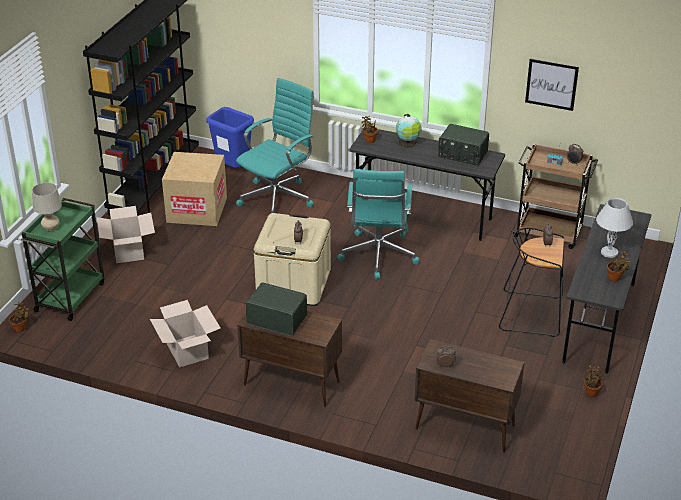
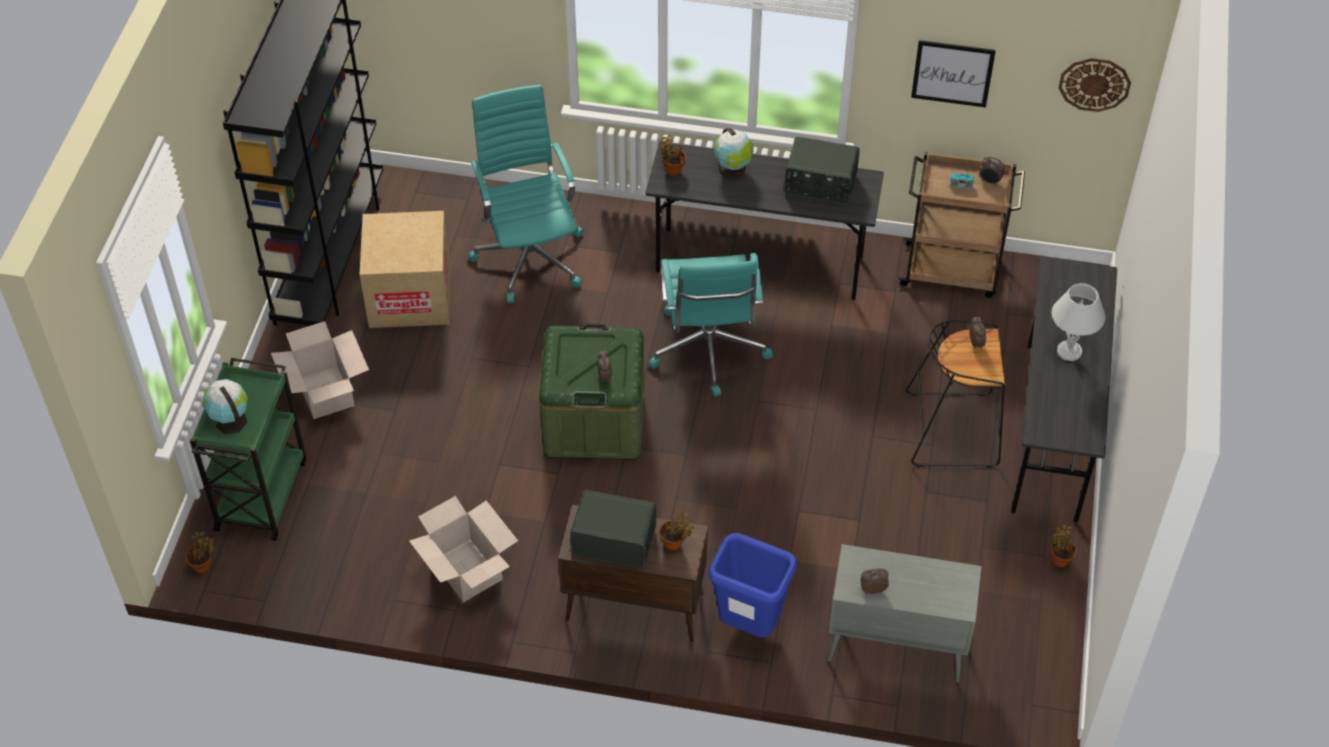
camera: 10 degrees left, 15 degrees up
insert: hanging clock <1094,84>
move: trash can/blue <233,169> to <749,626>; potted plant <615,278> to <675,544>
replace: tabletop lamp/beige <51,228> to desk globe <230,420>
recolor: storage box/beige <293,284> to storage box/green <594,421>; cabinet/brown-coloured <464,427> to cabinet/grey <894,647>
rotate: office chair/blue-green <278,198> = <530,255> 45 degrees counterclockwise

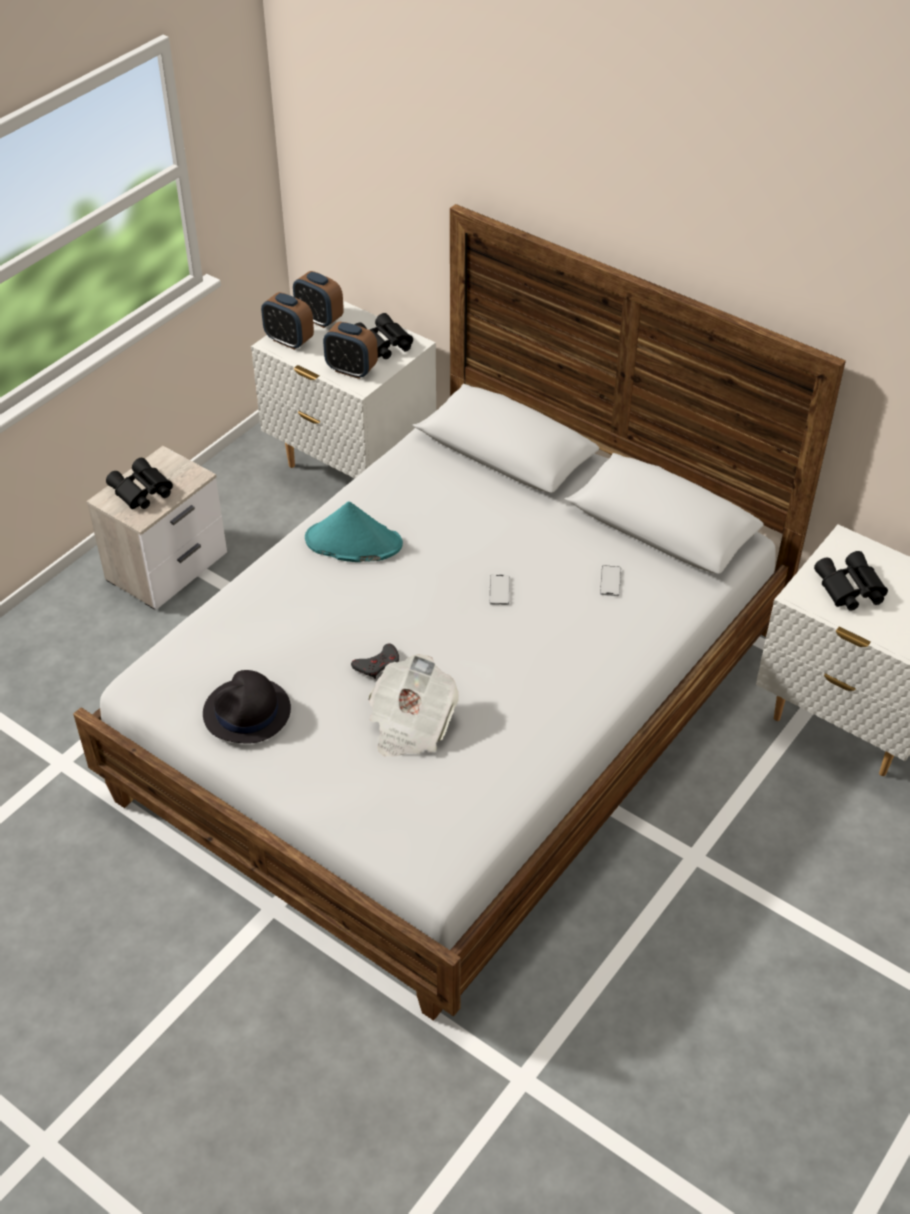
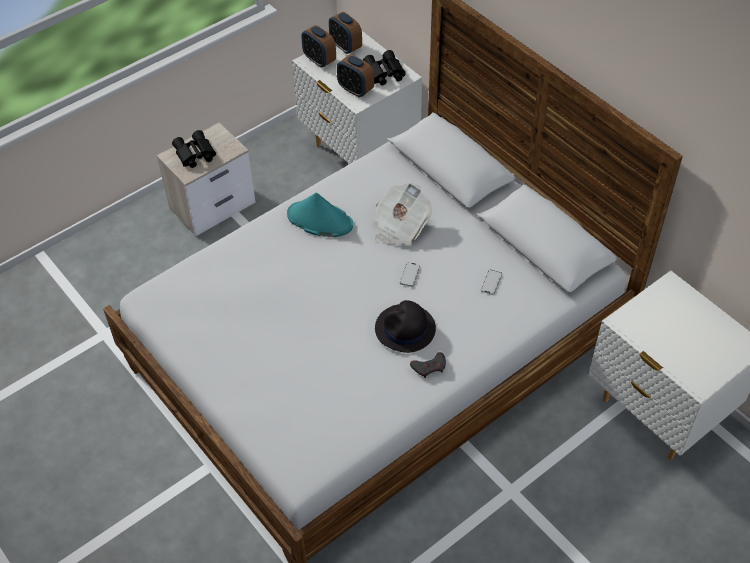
camera: 15 degrees right, 5 degrees up
delete: binoculars/black-coloured <849,589>
move: wearable hat/black-coloured <247,712> to <405,329>; gamepad/grey <378,664> to <429,367>; printed paper <410,724> to <399,227>

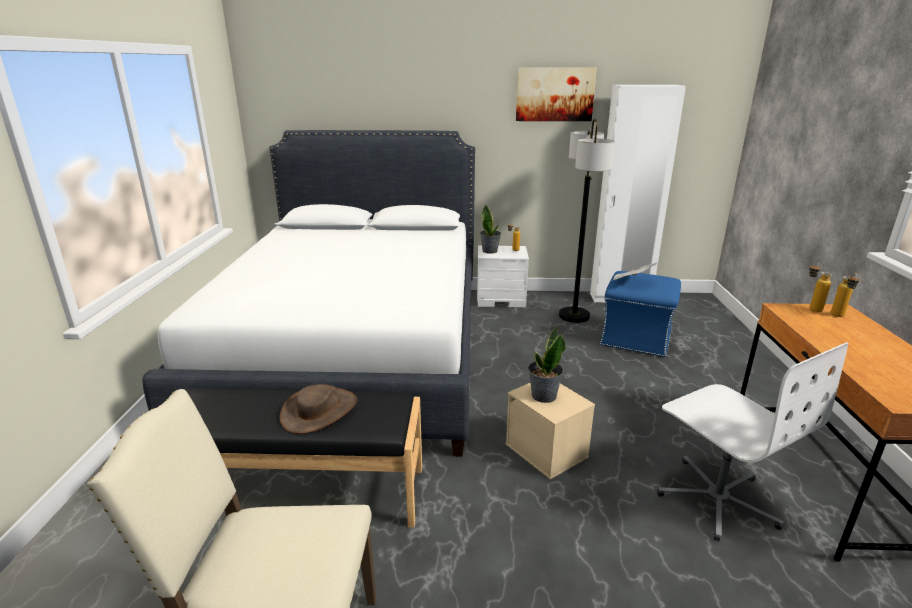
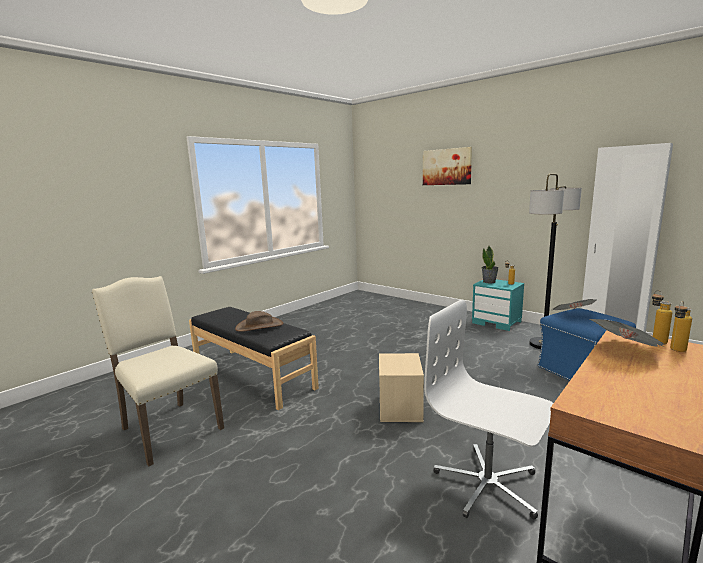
camera: 40 degrees right, 10 degrees down
delete: sleeping bed/white-coloured <356,351>; potted plant <543,396>
insert: printed paper <626,350>
move: wall picture <554,94> to <447,167>
recolor: bedside table/white-coloured <501,298> to bedside table/blue-green <497,322>
rotate: office chair/white-coloured <717,498> = <487,485> 120 degrees clockwise

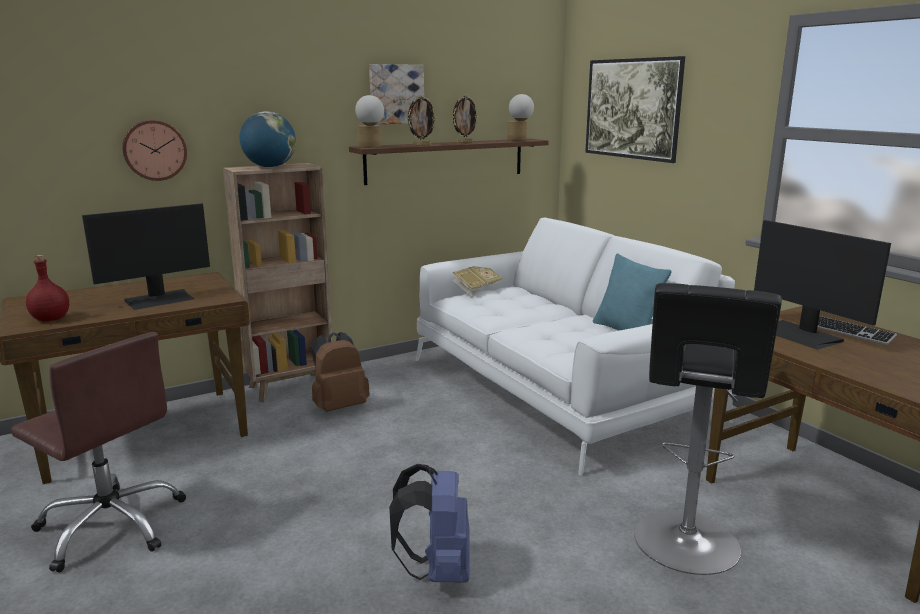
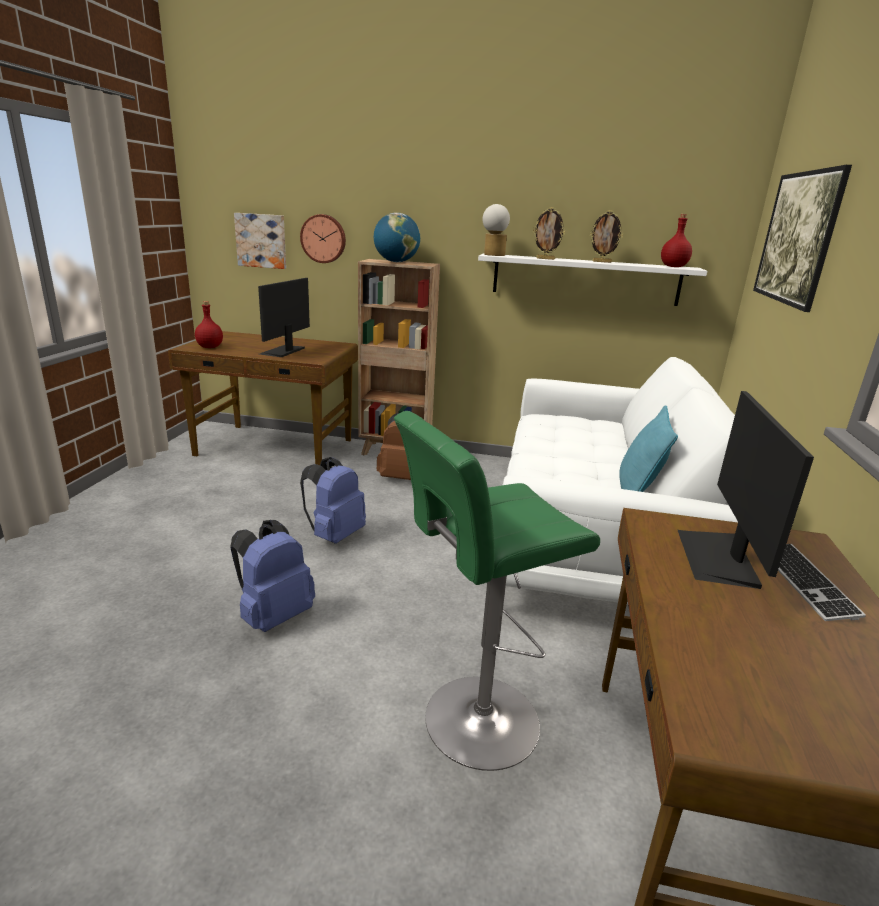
camera: 40 degrees right, 5 degrees up
delete: office chair/brown-coloured <112,525>; bound book <476,289>
insert: knapsack/blue <334,535>
move: wall picture <396,94> to <261,240>
replace: tabletop lamp <519,140> to bottle/red <673,266>
recolor: bracket shelf/brown-coloured <446,160> to bracket shelf/white-coloured <585,279>; sitting stool/black-coloured <686,546> to sitting stool/green <474,723>
rotate: monitor <160,299> = <282,351> 105 degrees clockwise

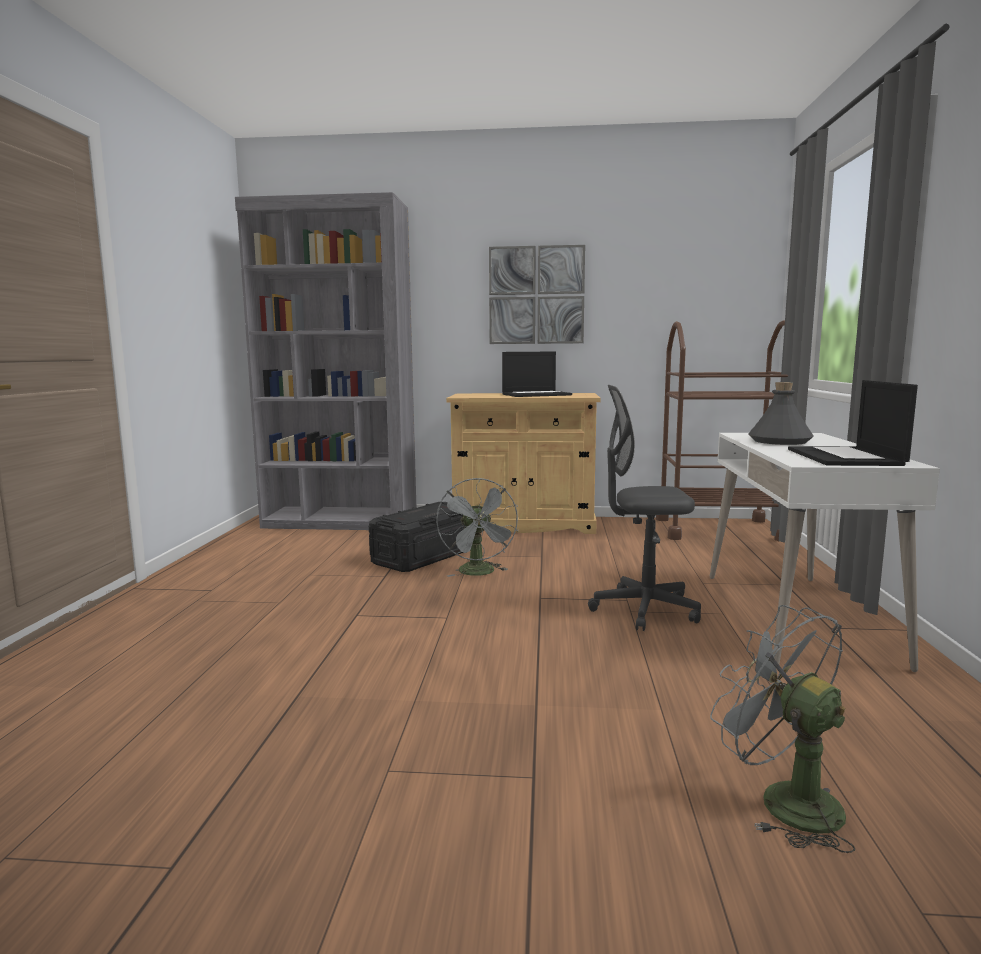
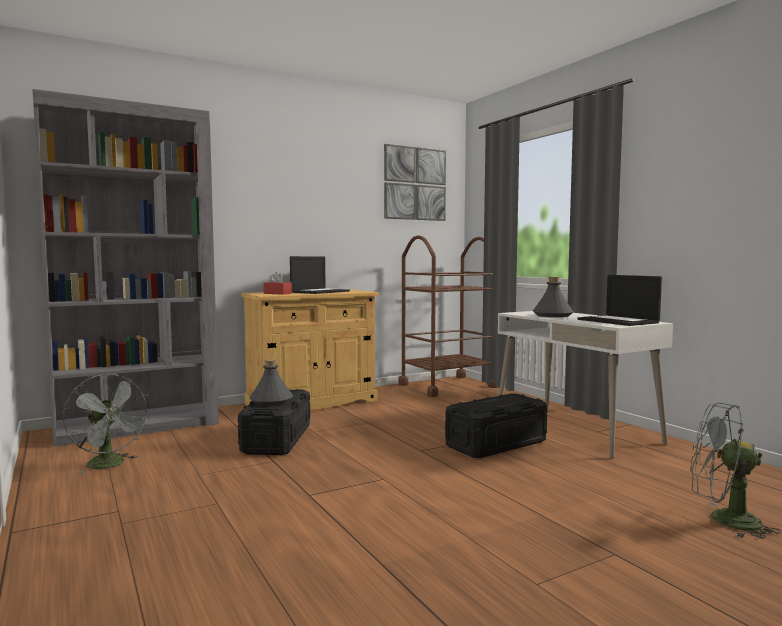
camera: 35 degrees left, 5 degrees down
insert: bottle/grey <271,401>; tissue holder/red <277,293>
move: electric fan/grey <479,573> to <110,465>; wall picture <536,295> to <414,183>
replace: office chair/grey <644,610> to storage box/black-coloured <496,443>

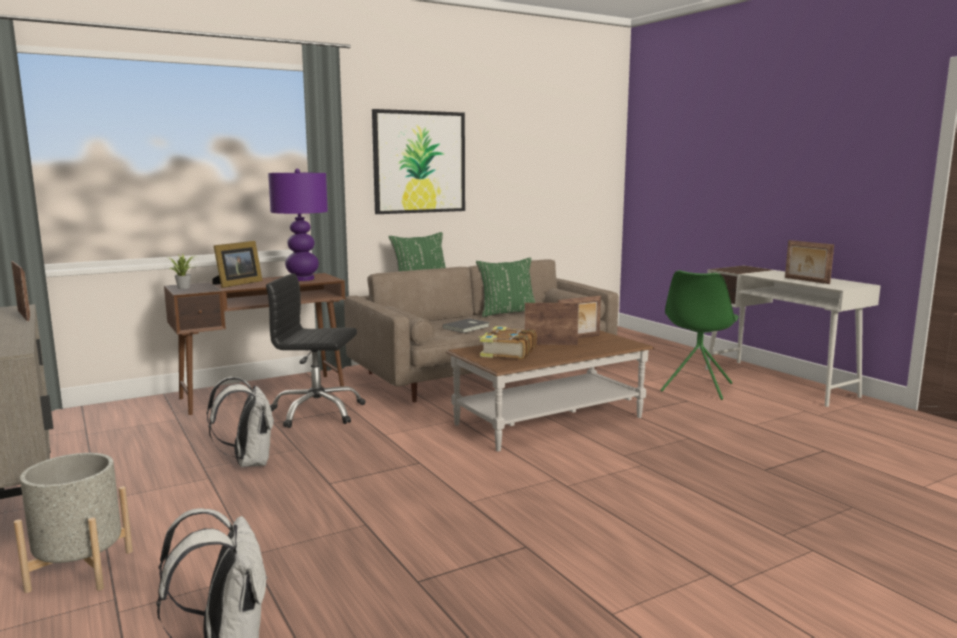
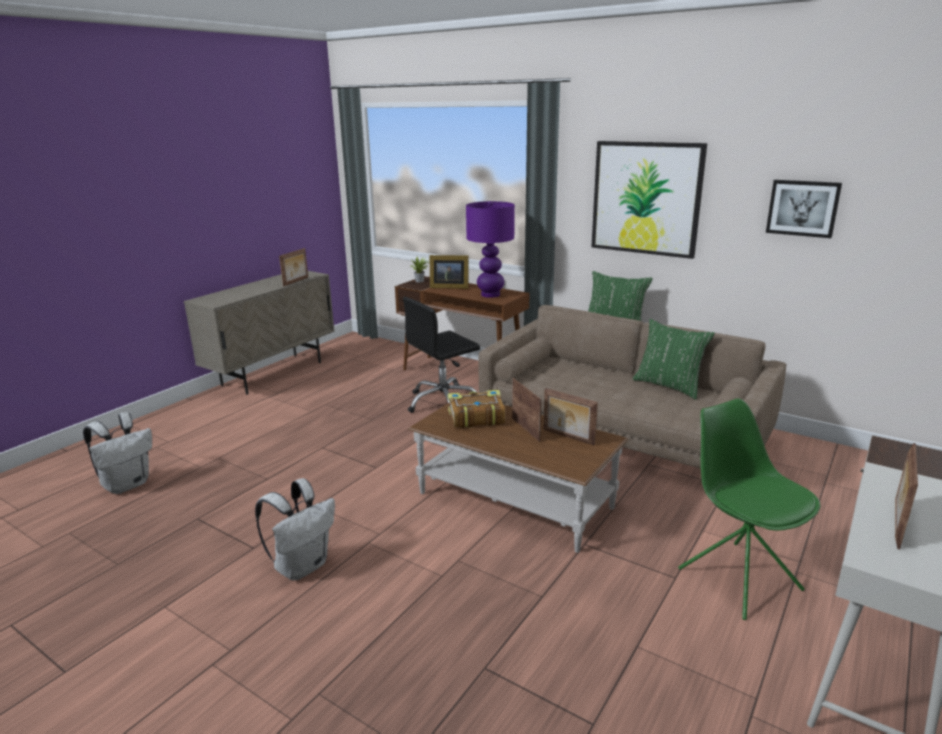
camera: 65 degrees right, 10 degrees up
delete: planter/grey <81,570>; bound book/grey <467,327>
insert: wall picture <802,208>
move: knapsack/white-coloured <248,462> to <302,566>
rotate: office chair/black-coloured <317,412> = <443,402> 105 degrees counterclockwise; upright chair/green <696,388> = <737,577> 60 degrees clockwise

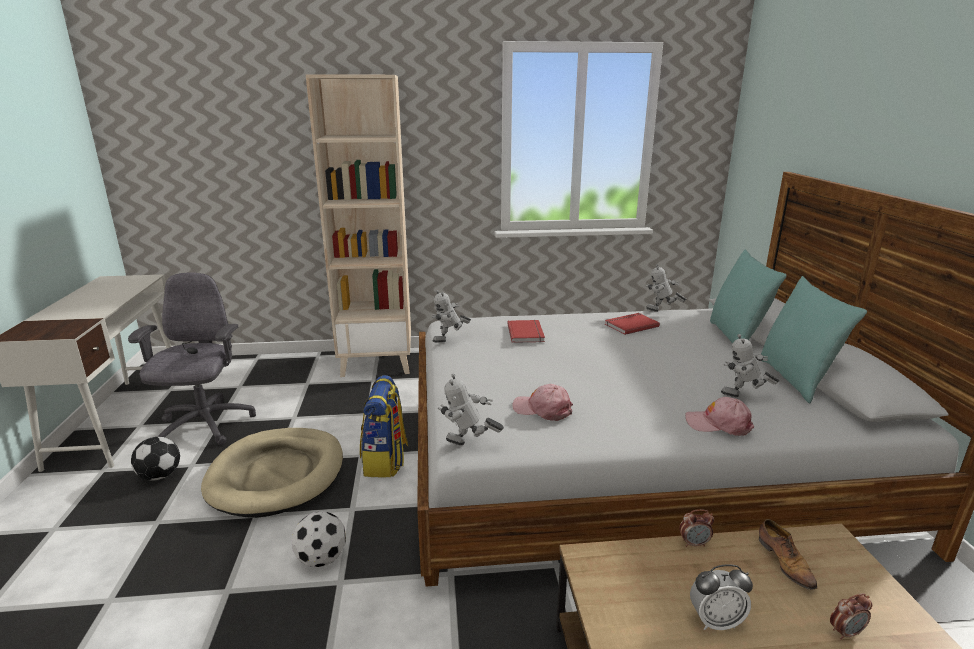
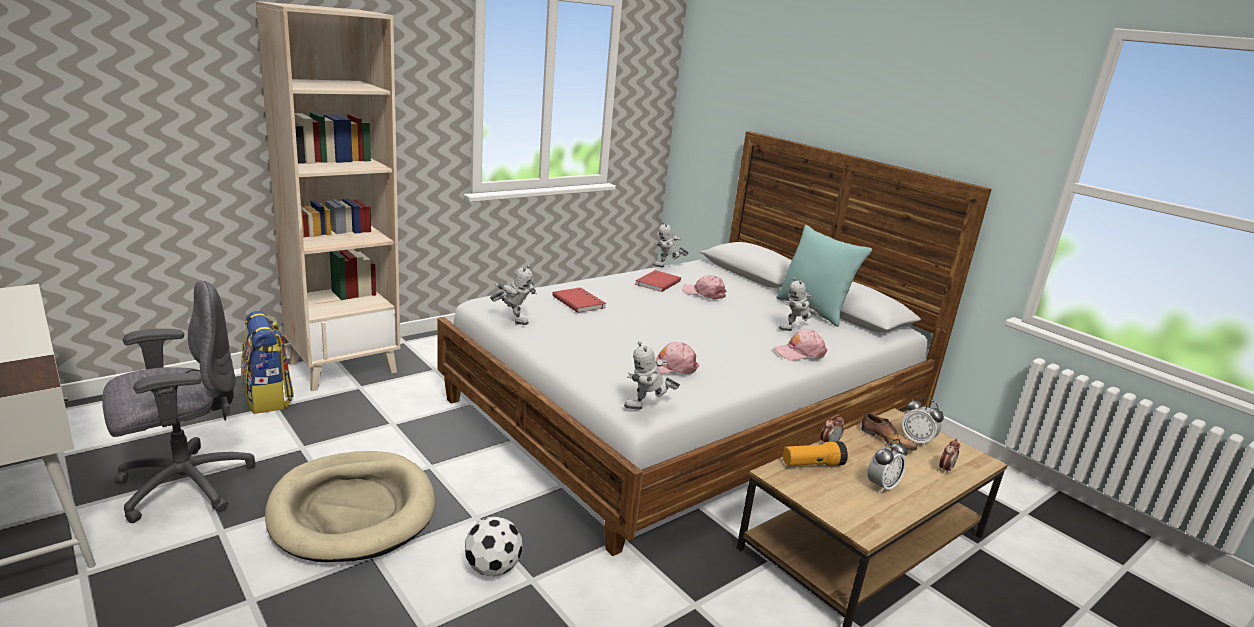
camera: 35 degrees left, 0 degrees up
delete: football <159,476>; throw pillow/blue-green <736,337>
insert: peaked cap/pinkish <704,293>; torch <812,464>; bedside clock <917,441>
move: knapsack <385,461> to <268,398>
rotate: office chair/grey <205,426> = <183,485> 90 degrees clockwise; toy robot <450,341> = <513,320> 90 degrees counterclockwise

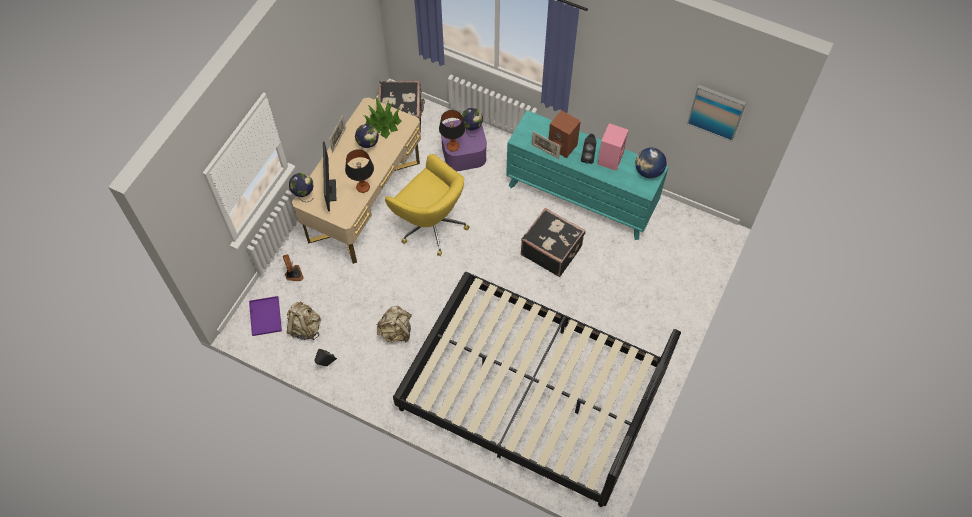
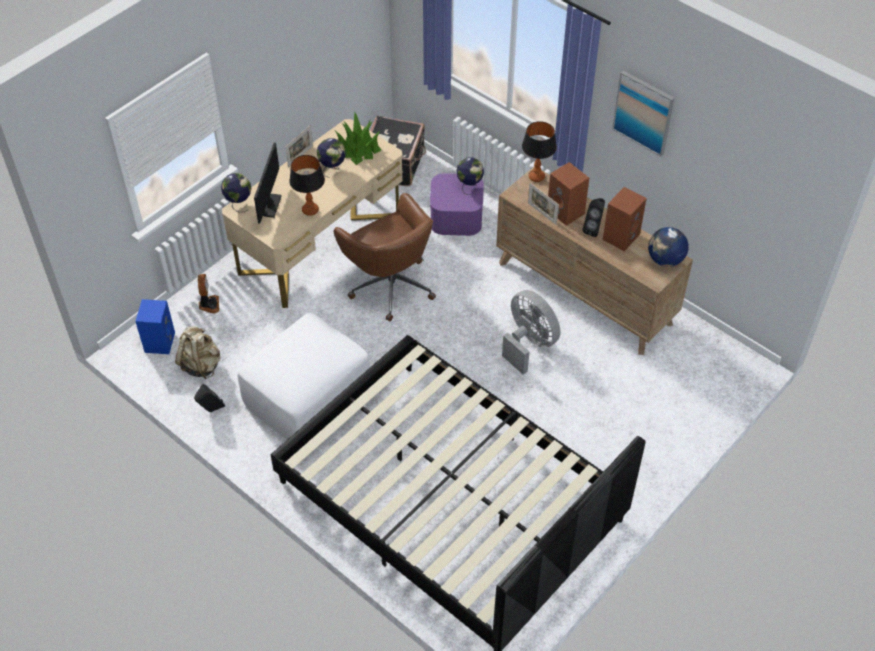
camera: 15 degrees right, 10 degrees down
move: tabletop lamp <453,147> to <536,177>; wall picture <716,112> to <643,112>
replace: carrying tray/purple <265,315> to audio speaker/blue <159,341>; knapsack/beige <396,331> to ottoman/white-coloured <307,393>; travel case/black-coloured <551,250> to electric fan/grey <529,343>
recolor: office chair/yellow <431,224> to office chair/brown-coloured <390,285>; drawer chest/blue-green <581,197> to drawer chest/brown-coloured <585,293>; audio speaker/pinkish <610,158> to audio speaker/brown-coloured <621,236>

